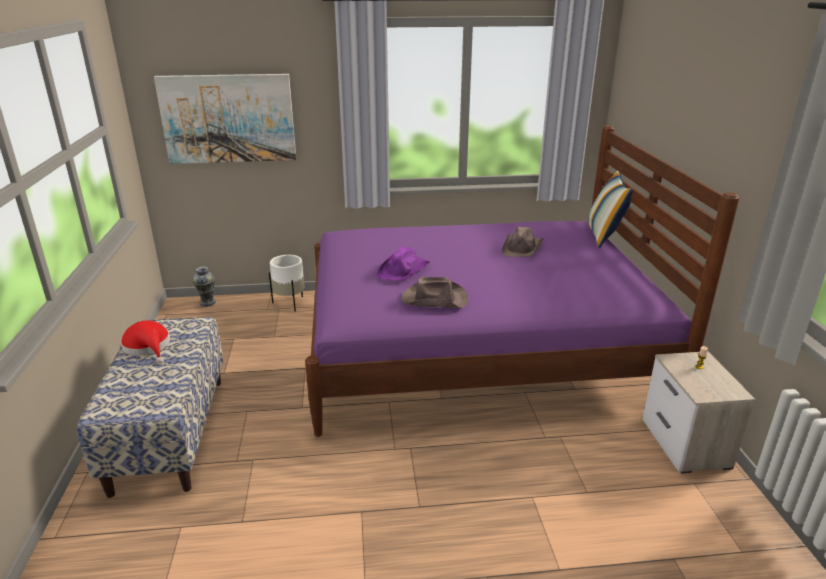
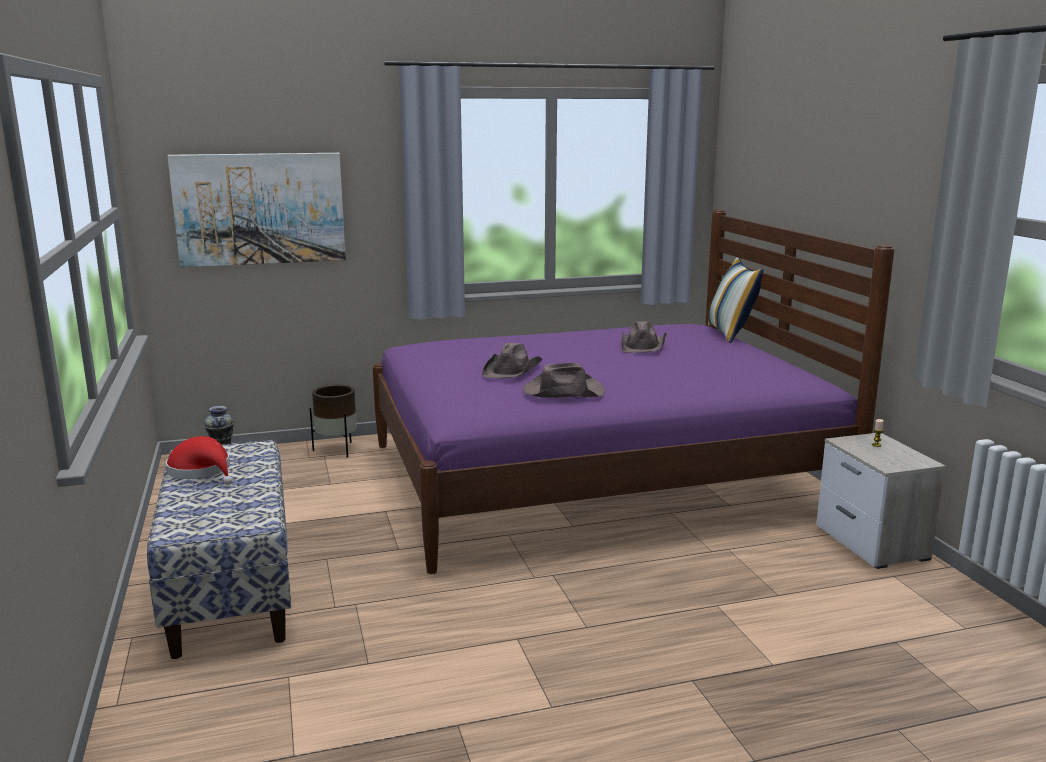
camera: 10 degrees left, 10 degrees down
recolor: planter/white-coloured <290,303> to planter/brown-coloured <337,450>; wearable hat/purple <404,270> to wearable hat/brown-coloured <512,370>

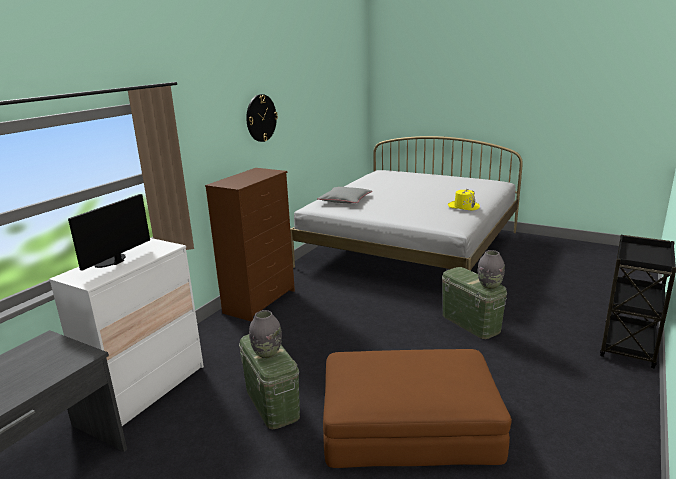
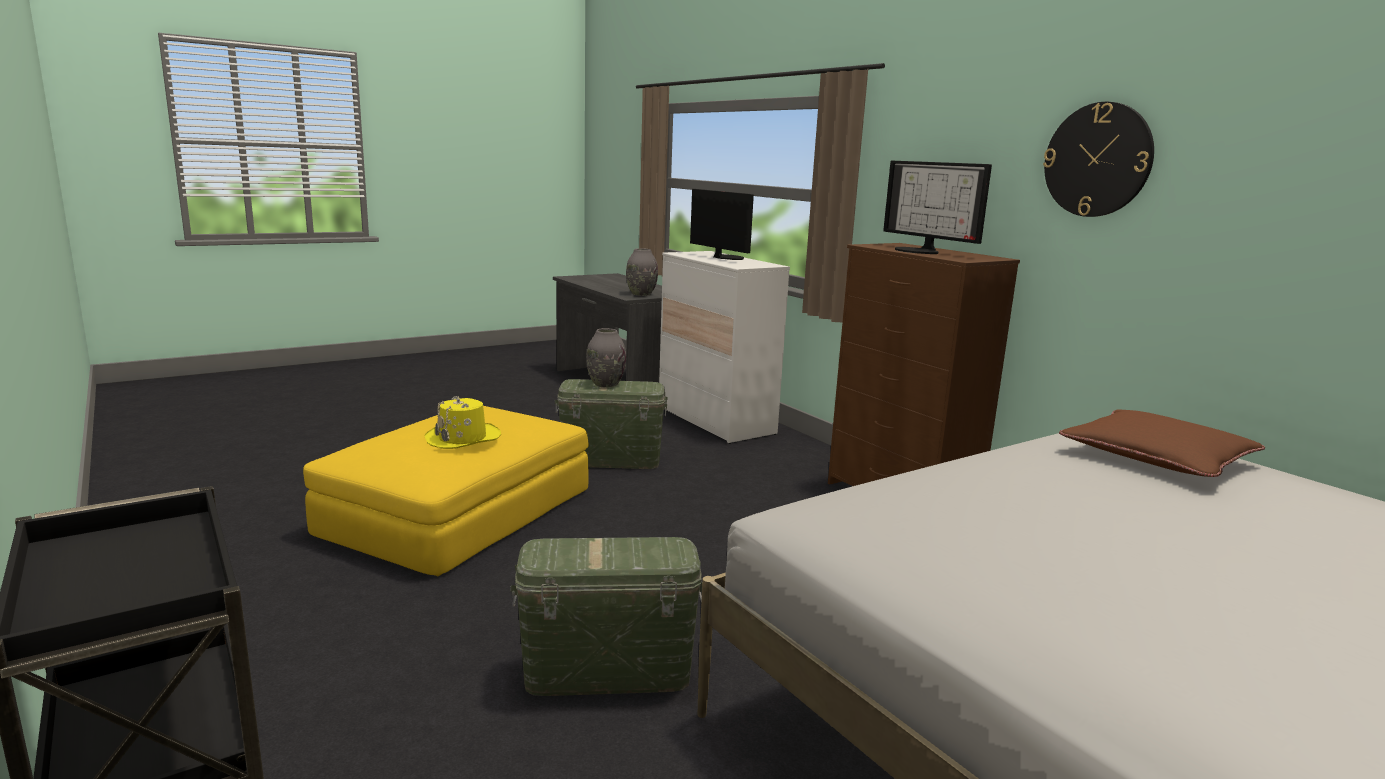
camera: 115 degrees right, 5 degrees down
insert: monitor <920,251>
move: wearable hat/yellow <463,206> to <463,438>; decorative vase/grey <489,286> to <641,294>
recolor: throw pillow/grey <345,200> to throw pillow/brown-coloured <1157,457>; ottoman/brown-coloured <409,424> to ottoman/yellow <458,510>

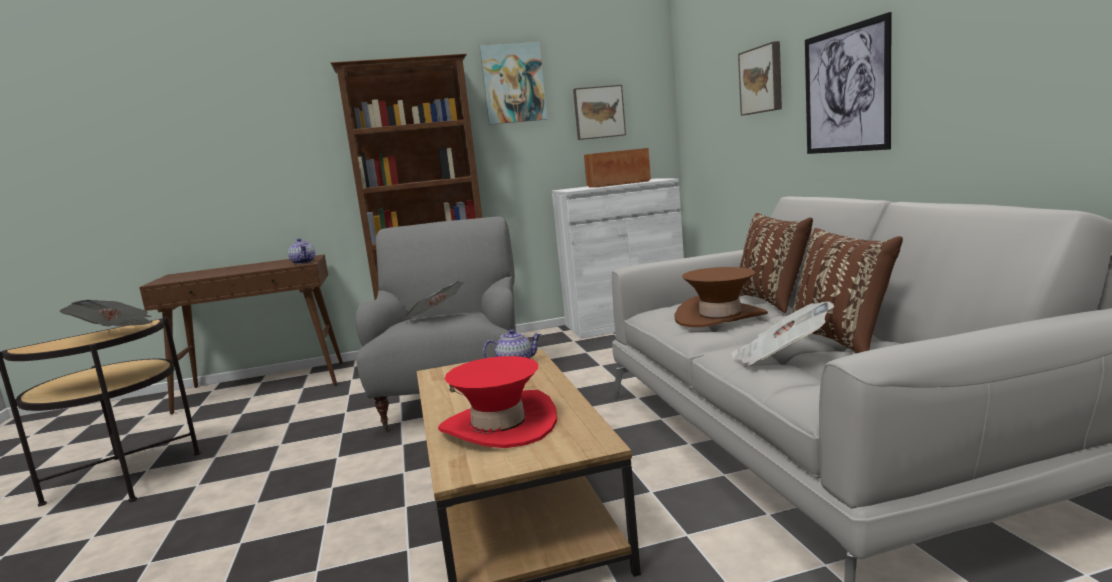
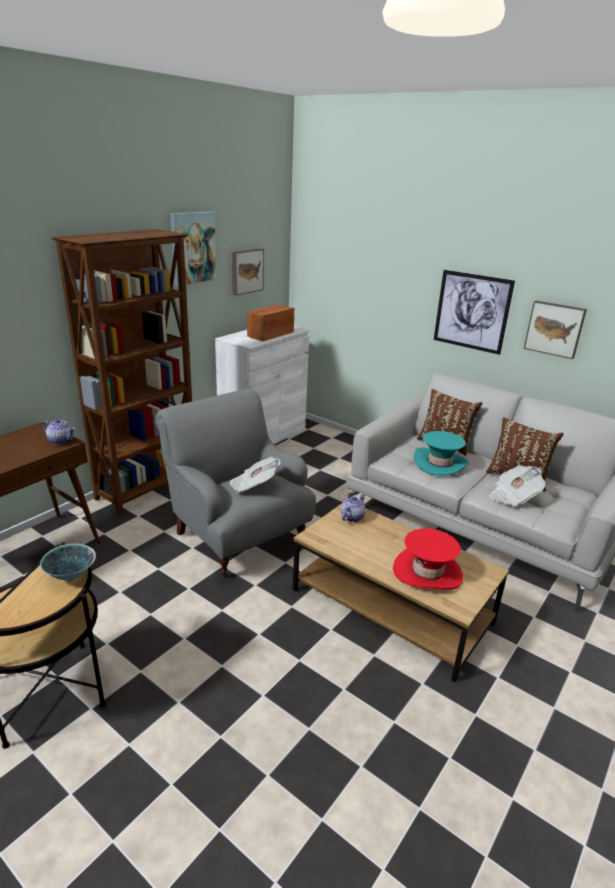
camera: 40 degrees left, 15 degrees up
move: wall picture <762,80> to <554,329>
replace: printed paper <117,334> to deep dish <70,576>
recolor: wearable hat/brown-coloured <720,317> to wearable hat/blue-green <440,463>

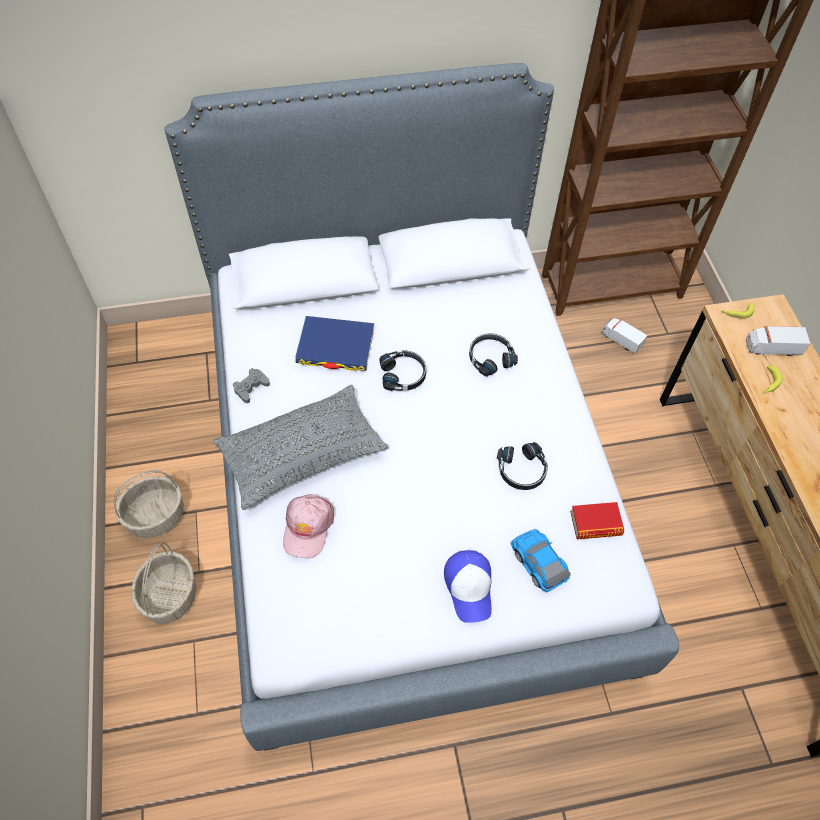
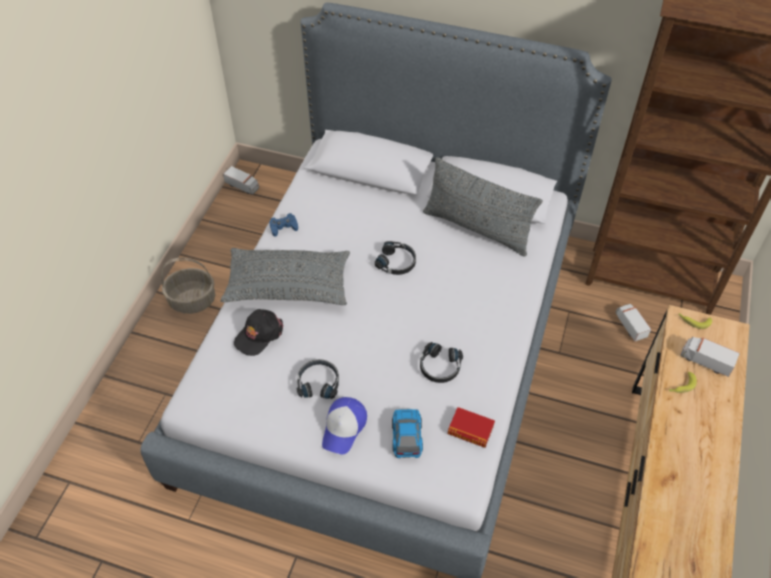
camera: 30 degrees right, 5 degrees down
delete: household basket <169,595>; bound book/blue <335,346>
insert: toy truck <242,186>; throw pillow/grey <477,228>
move: pair of headphones/black-coloured <490,357> to <318,382>
recolor: gamepad/grey <251,387> to gamepad/blue <283,227>; peaked cap/pinkish <307,527> to peaked cap/black-coloured <258,335>

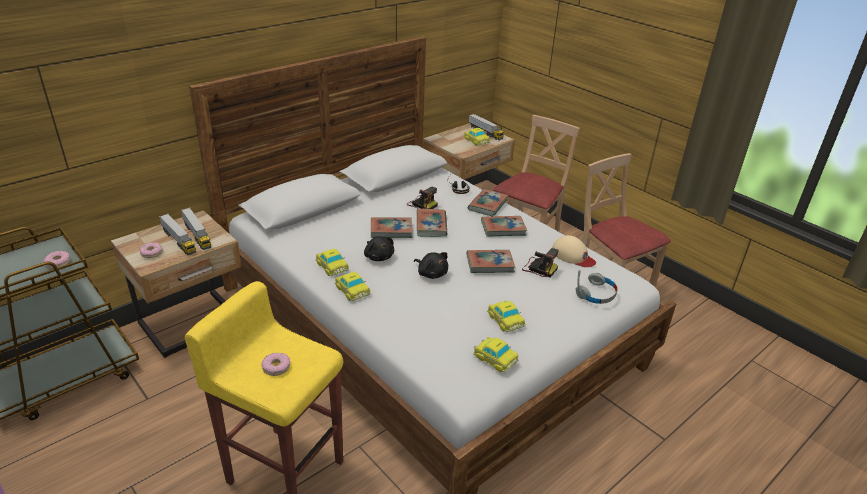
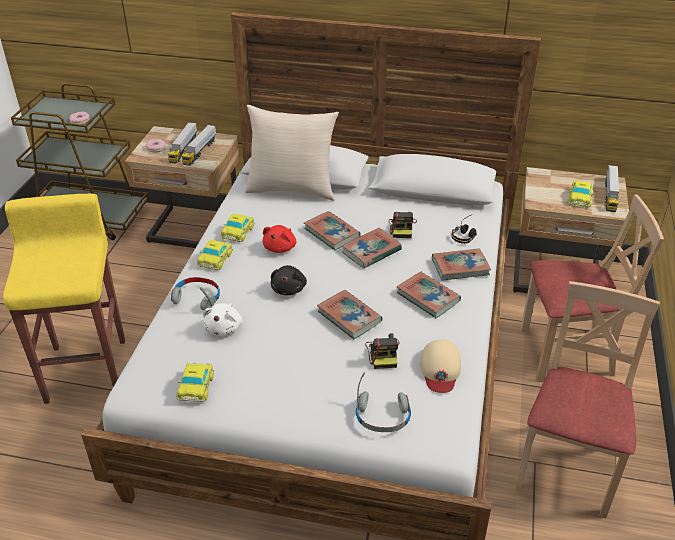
camera: 55 degrees right, 5 degrees up
delete: ring doughnut <276,367>; toy car <505,319>
insert: pair of headphones/grey <197,298>; cuddly toy/white-coloured <224,327>; throw pillow/beige <292,189>
recolor: cuddly toy/black-coloured <378,256> to cuddly toy/red <280,247>

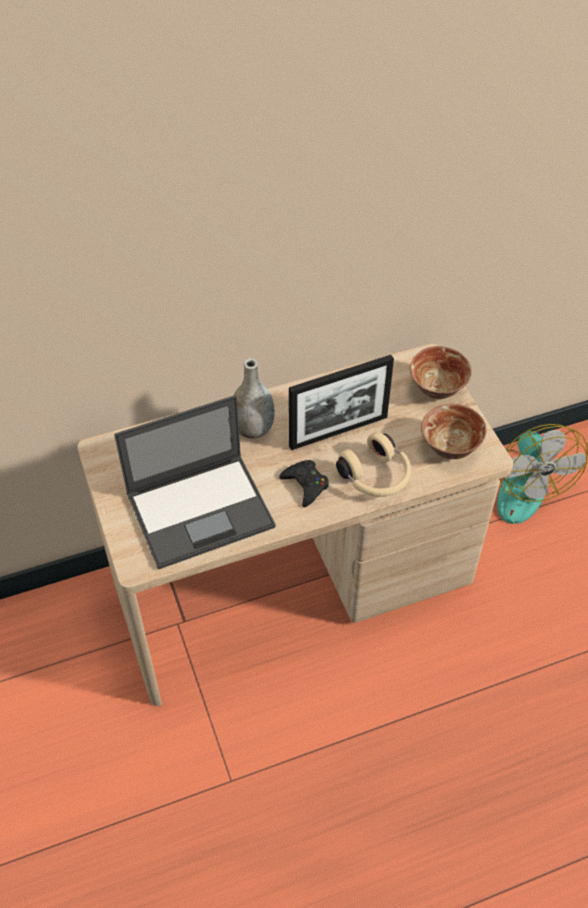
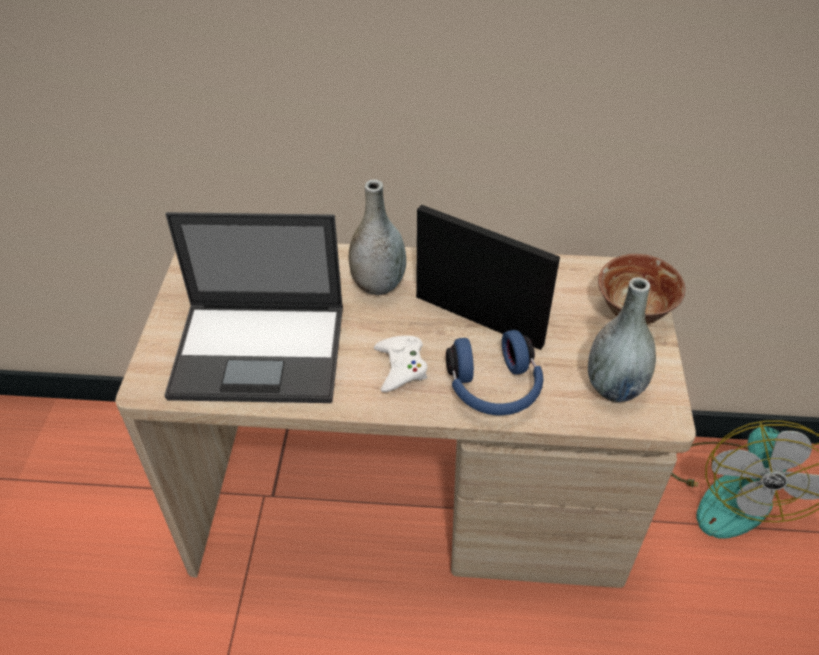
camera: 25 degrees right, 5 degrees down
replace: deep dish <450,448> to decorative vase/grey <614,388>
recolor: gamepad/black-coloured <305,485> to gamepad/white-coloured <401,367>; pair of headphones/beige <376,477> to pair of headphones/blue <494,389>
rotate: standing frame <338,431> = <478,320> 150 degrees counterclockwise

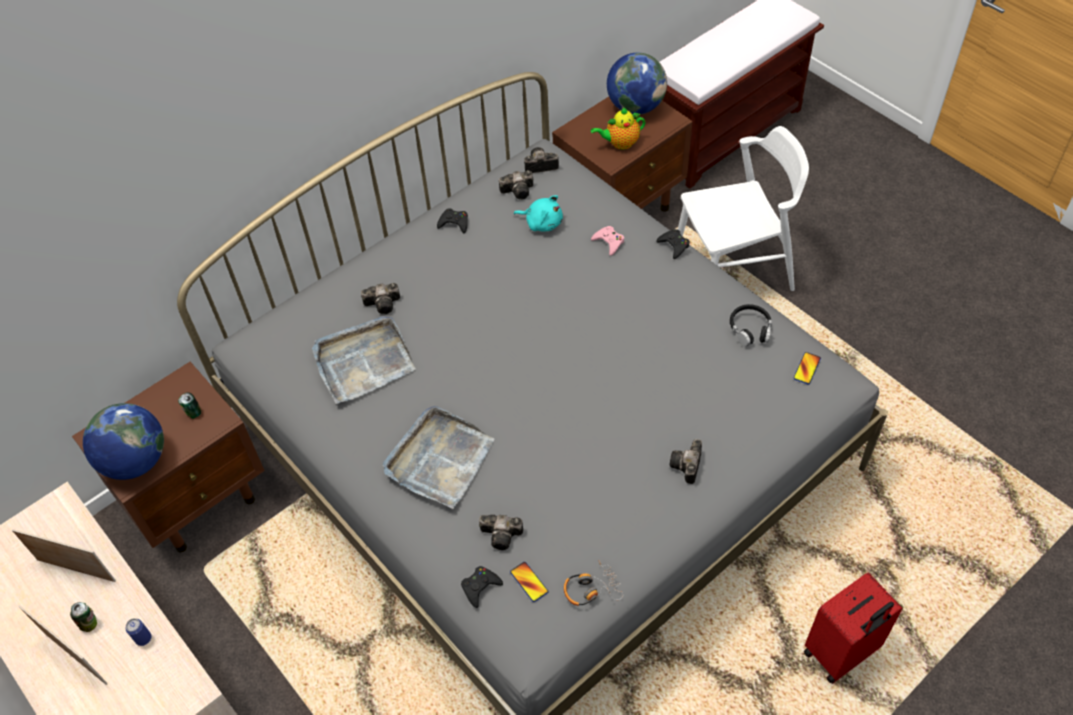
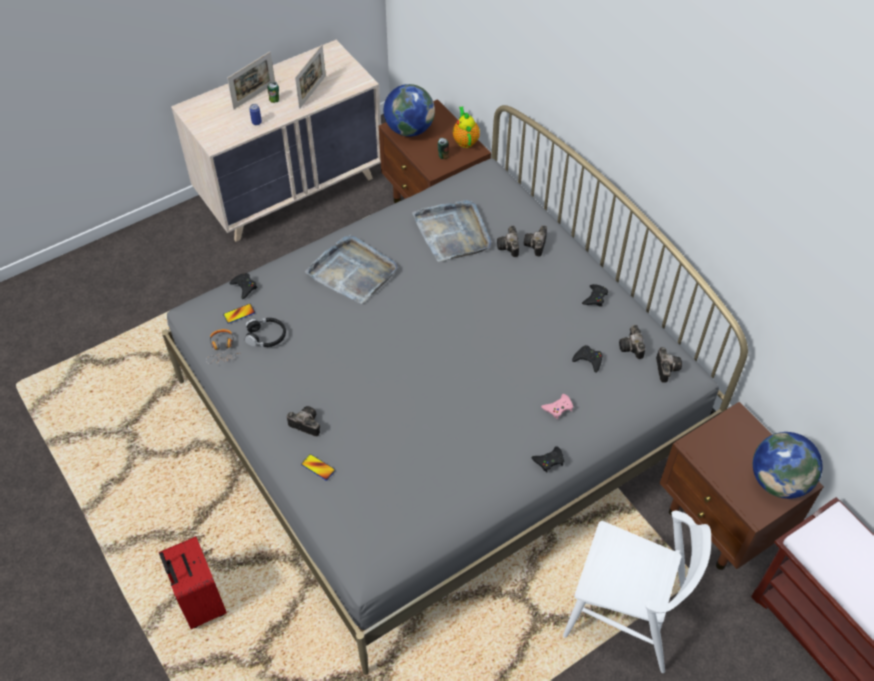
camera: 95 degrees right, 0 degrees up
move: still camera <503,535> to <536,246>; tea pot <620,143> to <465,140>; pair of headphones/black-coloured <750,329> to <266,336>; handset <806,368> to <318,467>
replace: cuddly toy/blue-green <542,223> to gamepad/black-coloured <588,360>
rotate: upright chair/white-coloured <733,271> = <625,614> 60 degrees counterclockwise

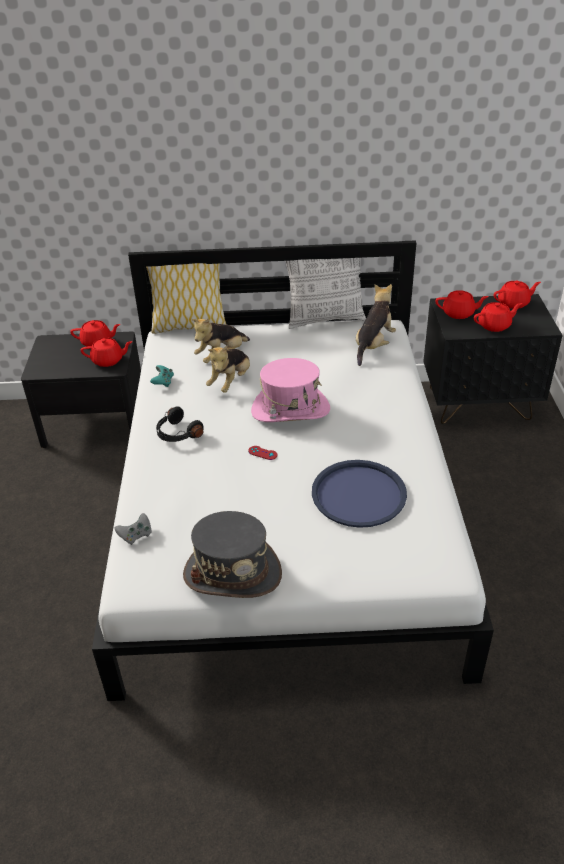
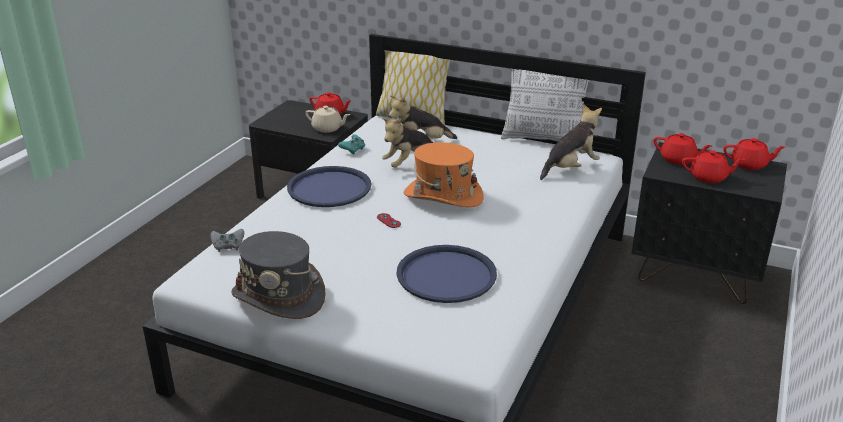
camera: 25 degrees right, 10 degrees down
replace: pair of headphones/black-coloured <177,434> to carrying tray/blue <329,188>
recolor: tea pot/red <108,360> to tea pot/beige <327,128>; wearable hat/pinkish <290,410> to wearable hat/orangey <443,196>

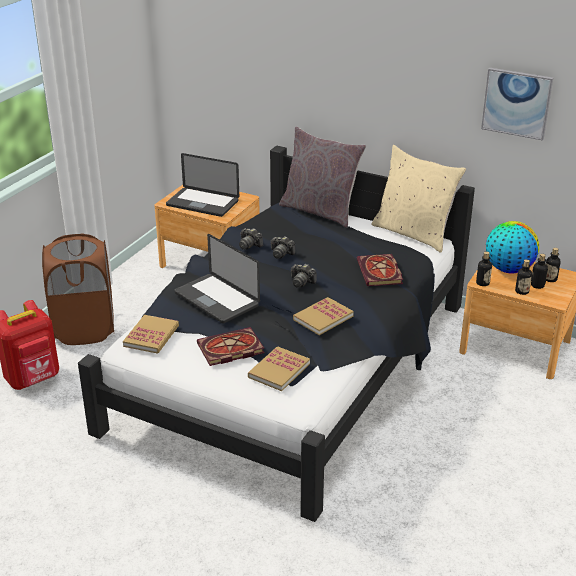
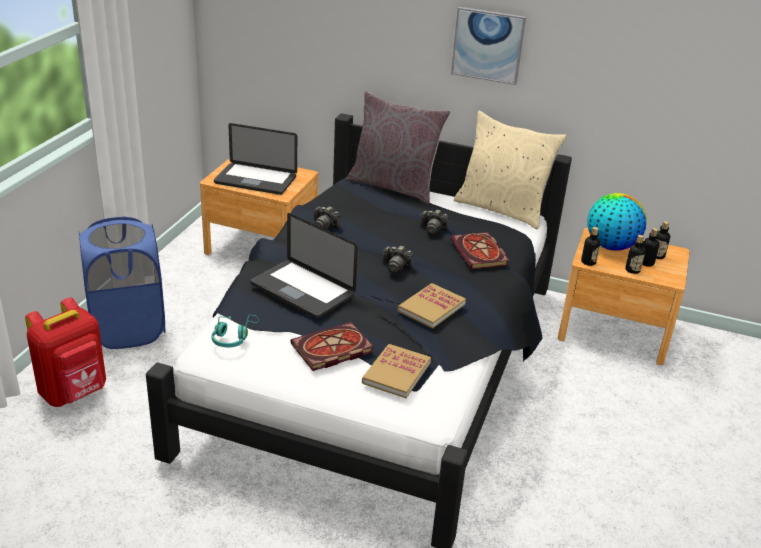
camera: 10 degrees left, 0 degrees up
move: still camera <281,253> to <433,229>; wall picture <516,103> to <488,45>
replace: bound book <151,336> to pair of headphones/blue-green <233,337>
recolor: hamper/brown-coloured <85,329> to hamper/blue <128,329>

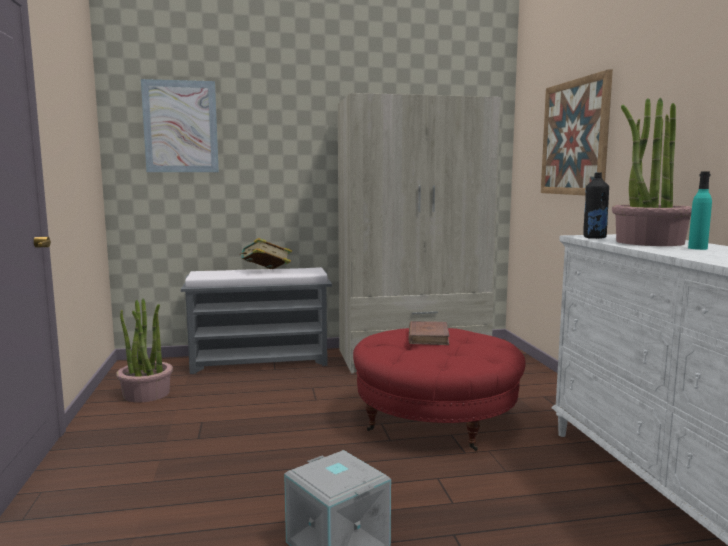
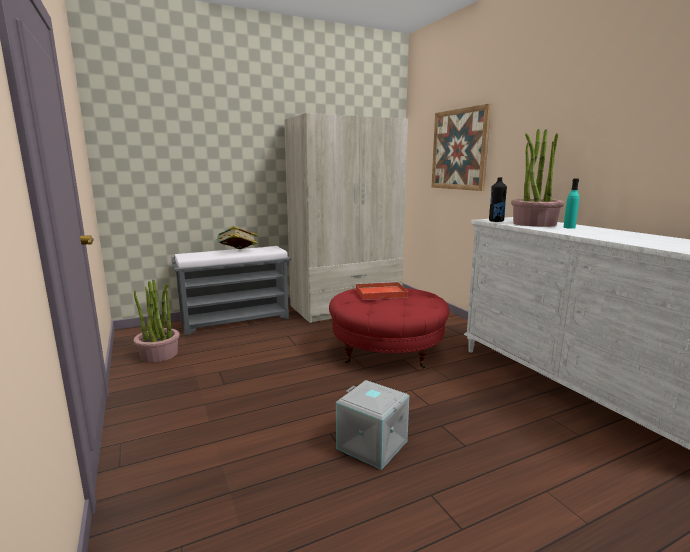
camera: 15 degrees left, 5 degrees up
delete: wall picture <180,127>
replace: bound book/brown-coloured <428,336> to carrying tray/red <380,293>

